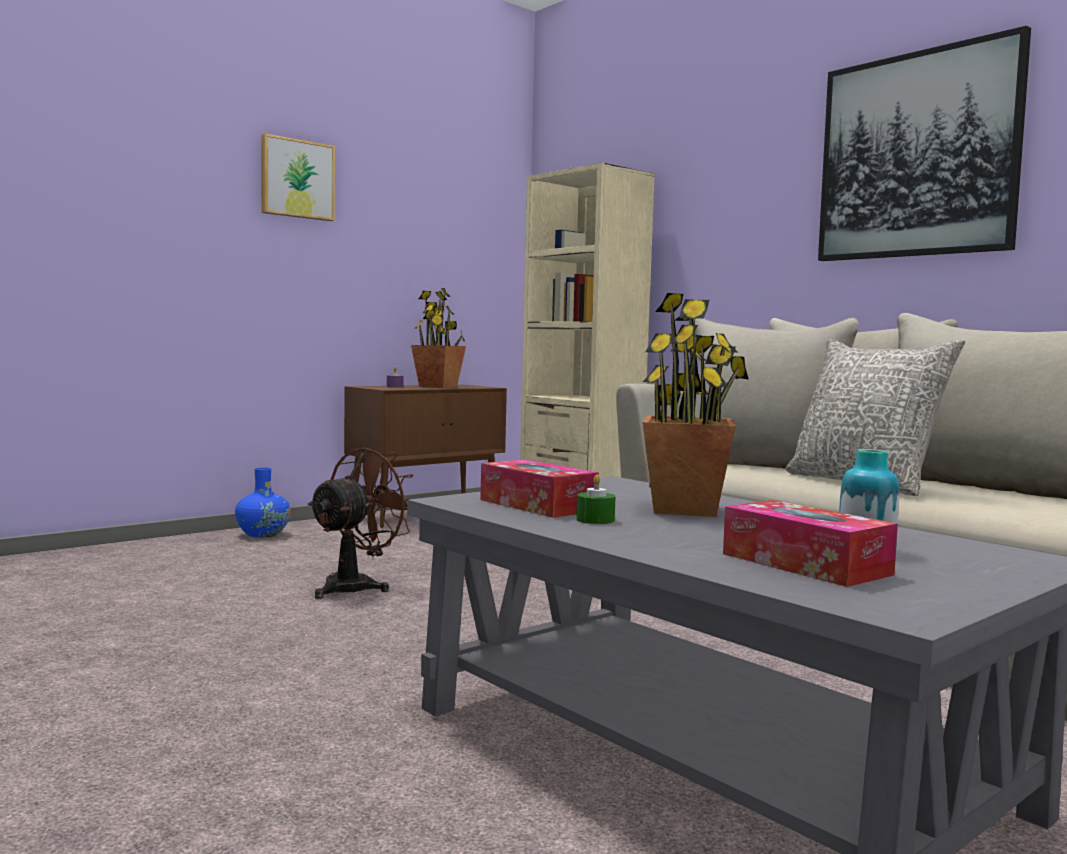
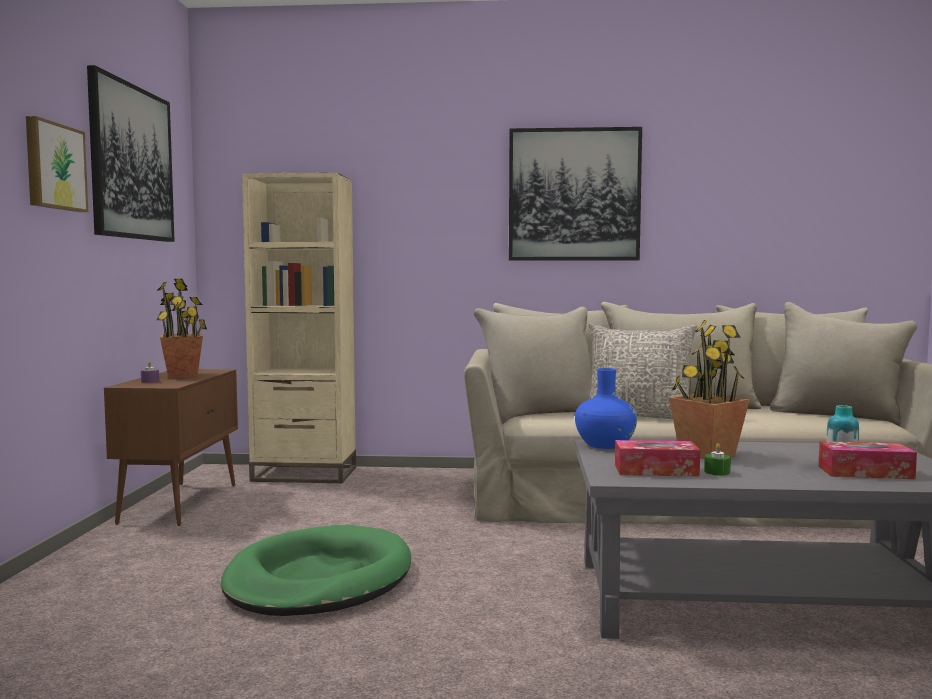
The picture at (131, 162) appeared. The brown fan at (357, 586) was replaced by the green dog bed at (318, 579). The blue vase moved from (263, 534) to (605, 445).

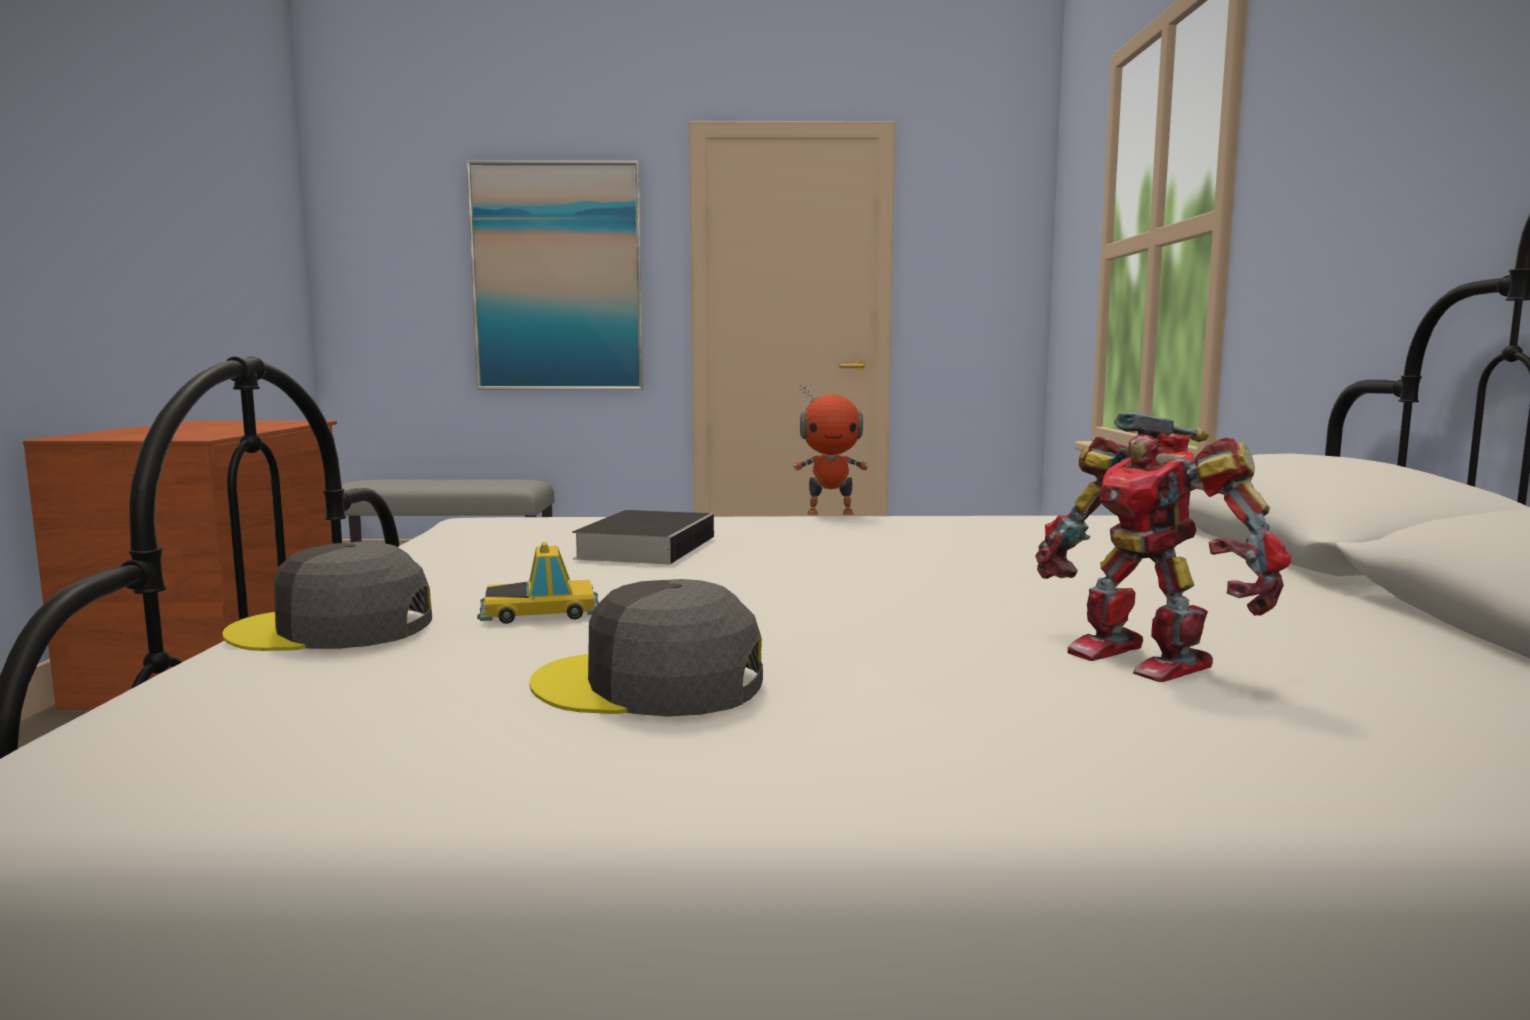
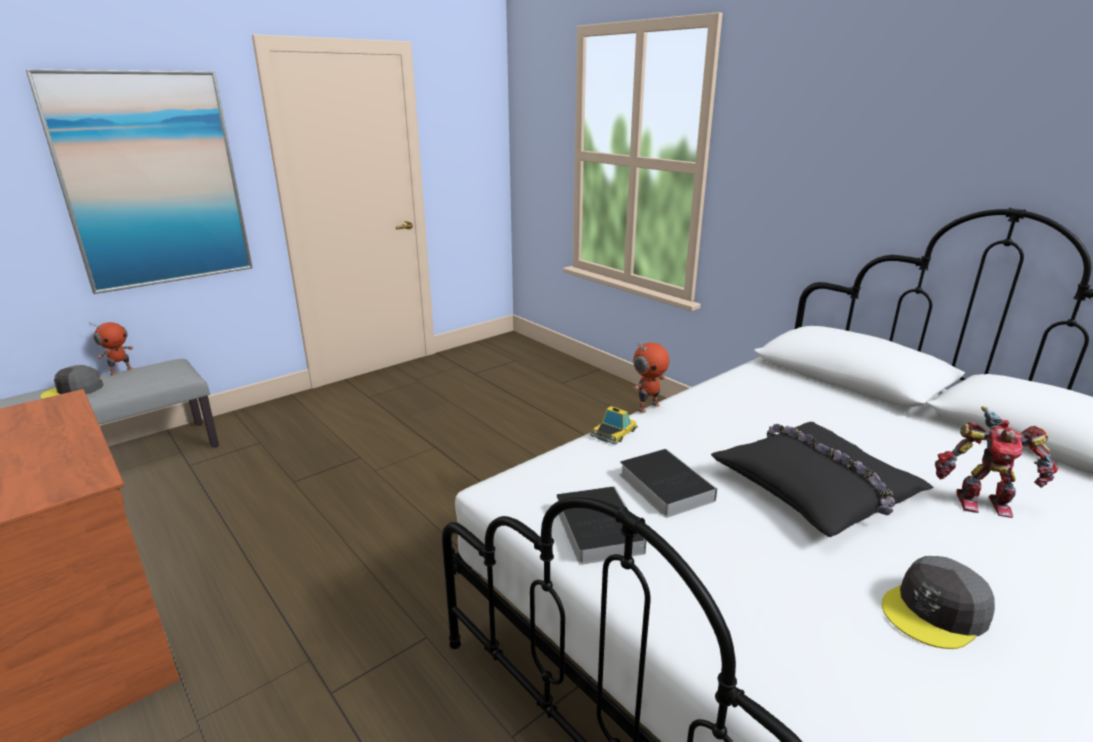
The grey cap moved from (333, 629) to (74, 390). The toy robot at (121, 371) appeared. The book at (596, 527) appeared. The toy car moved from (540, 611) to (614, 432). The black pillow at (816, 488) appeared.

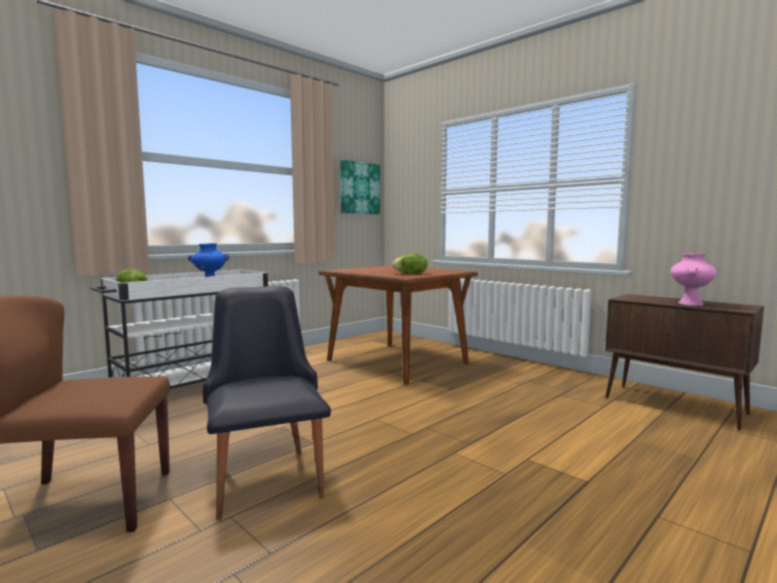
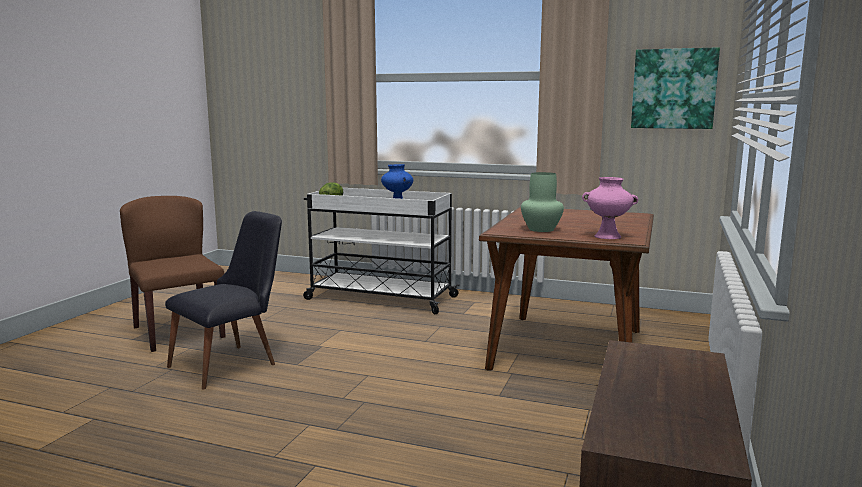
The lettuce at (411, 274) was replaced by the green vase at (541, 229). The pink vase moved from (689, 304) to (608, 236).

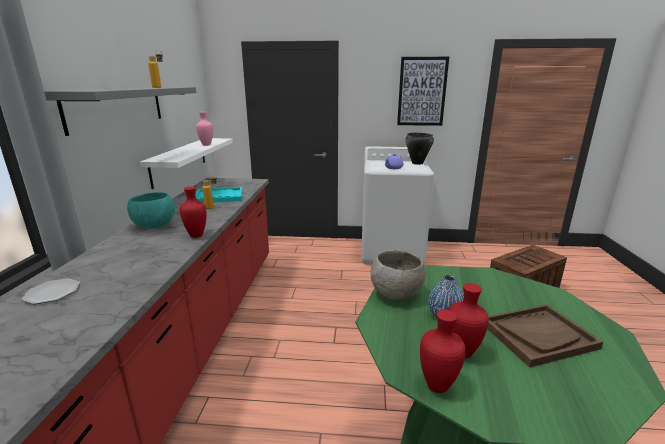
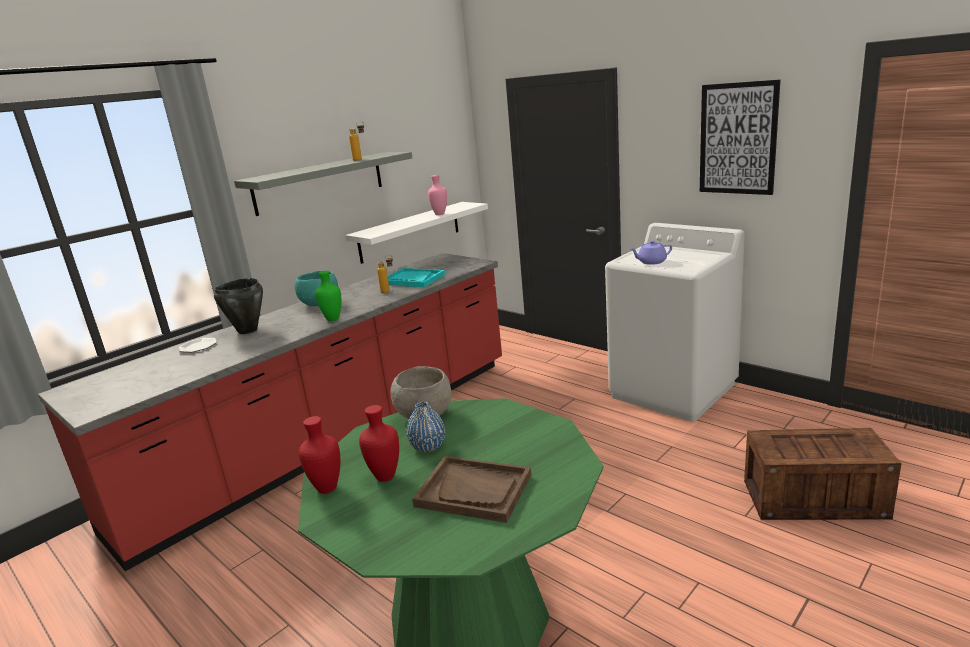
The black cooking pot moved from (417, 163) to (247, 330). The red vase at (197, 236) became the green vase at (333, 319).

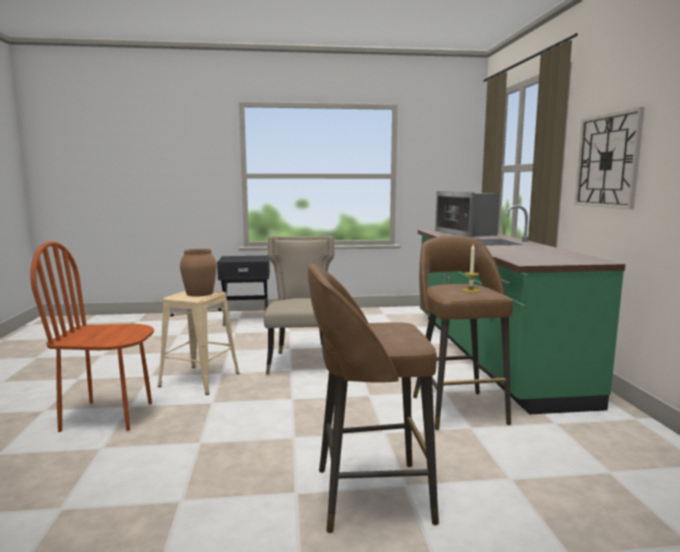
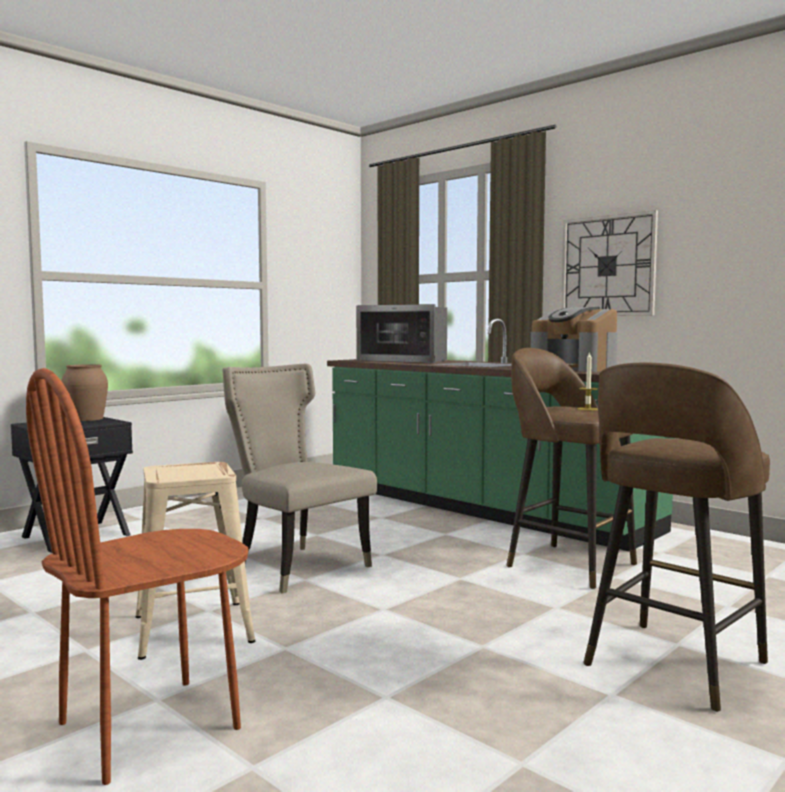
The brown vase moved from (200, 293) to (86, 418). The coffee machine at (575, 368) appeared.

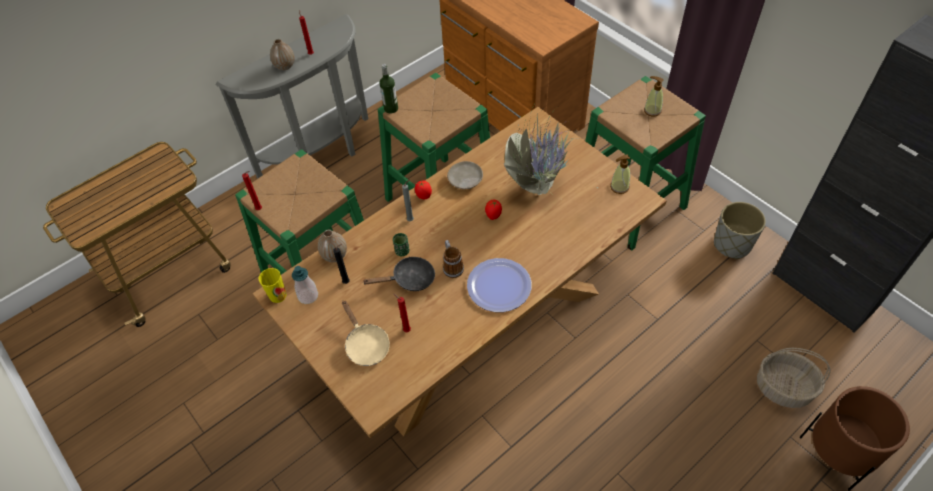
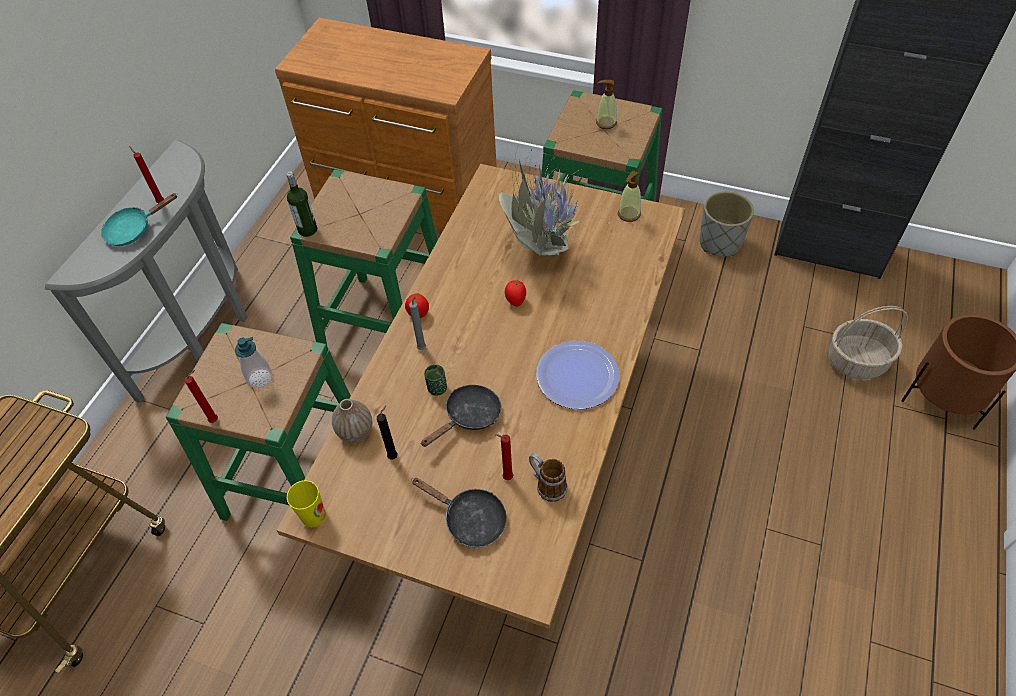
The vase at (285, 66) was replaced by the turquoise frying pan at (134, 229). The soap dispenser moved from (308, 296) to (259, 378). The beige frying pan at (366, 344) became the black frying pan at (470, 519). The mug moved from (452, 266) to (547, 484). The beige plate at (465, 180) disappeared.

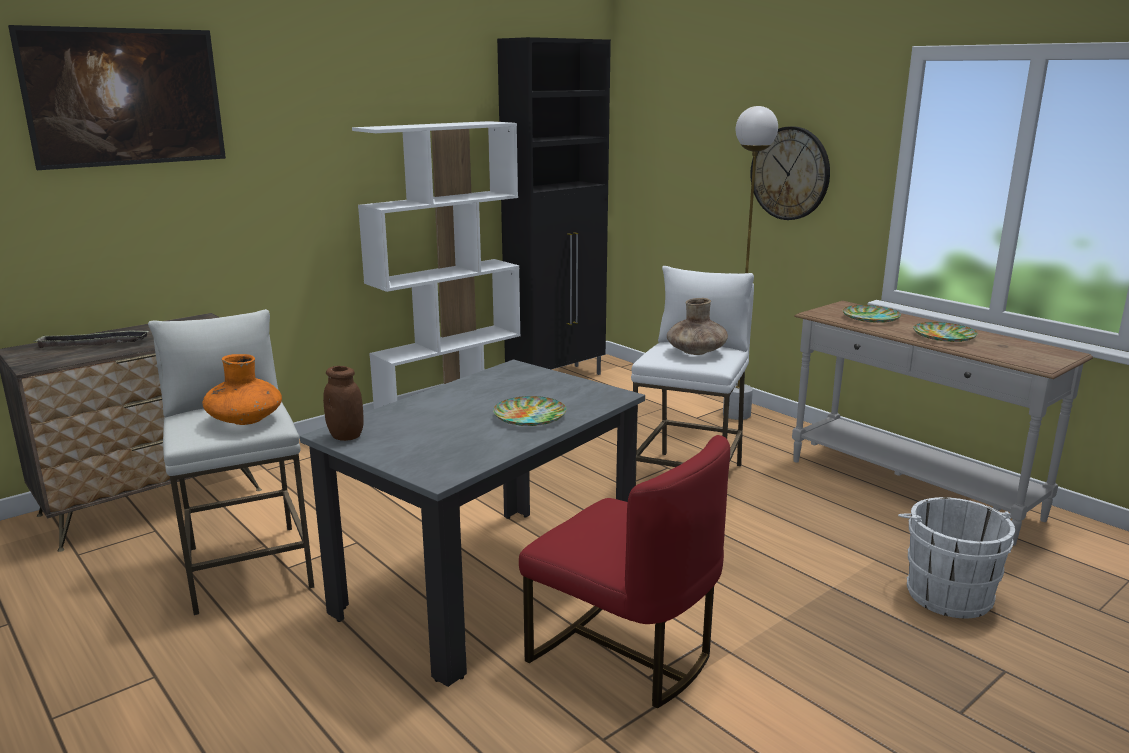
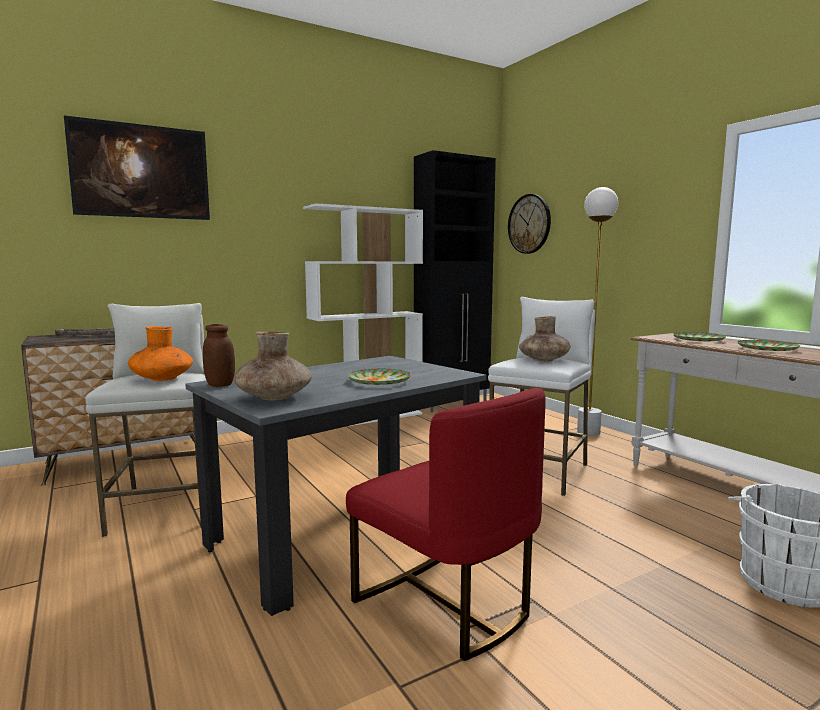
The brown vase at (274, 397) appeared. The wall clock moved from (790, 173) to (529, 224).

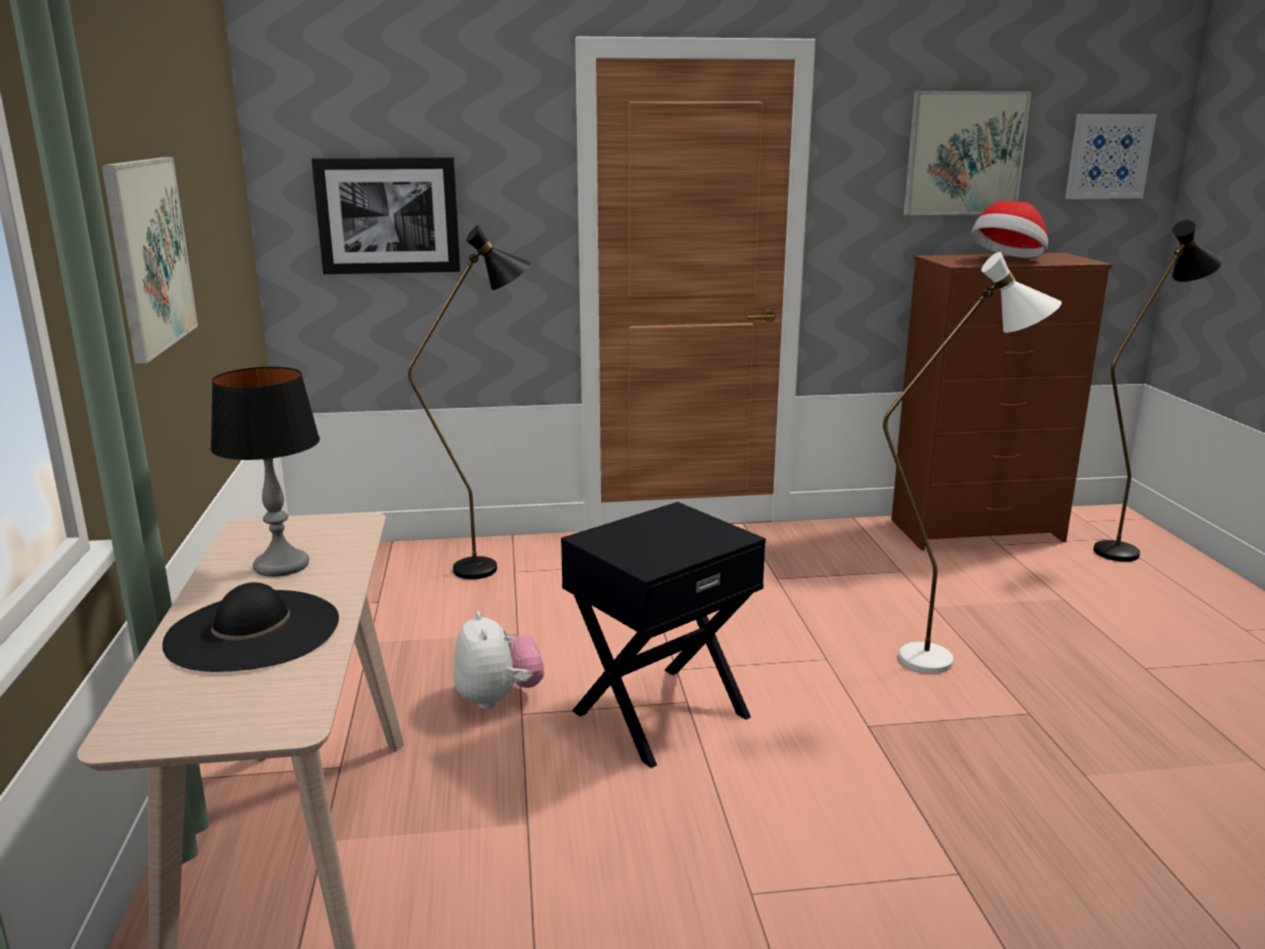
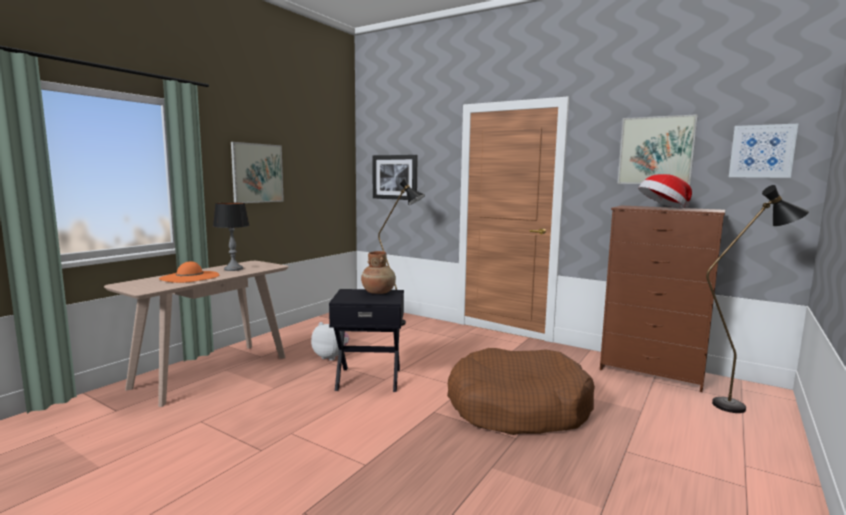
The black hat at (253, 631) became the orange hat at (190, 277). The plush toy at (498, 698) turned 90 degrees counterclockwise. The brown vase at (378, 292) appeared. The white floor lamp at (946, 661) was replaced by the brown dog bed at (517, 407).

